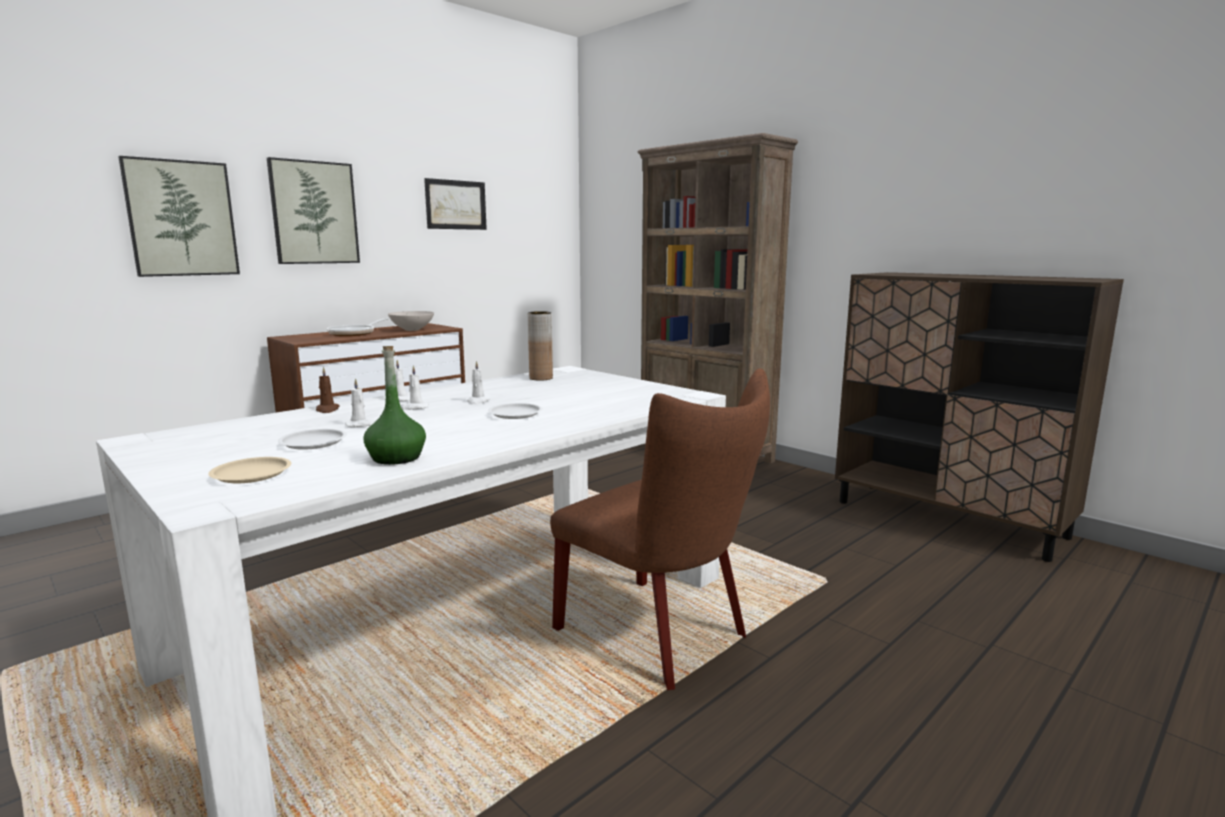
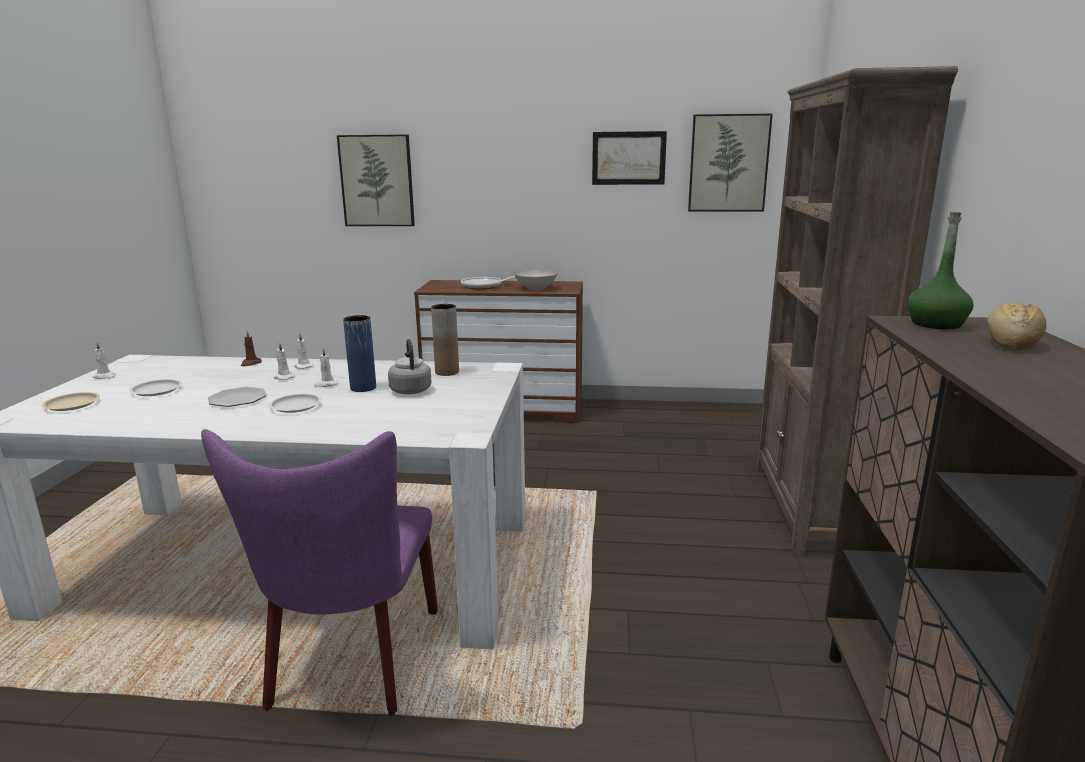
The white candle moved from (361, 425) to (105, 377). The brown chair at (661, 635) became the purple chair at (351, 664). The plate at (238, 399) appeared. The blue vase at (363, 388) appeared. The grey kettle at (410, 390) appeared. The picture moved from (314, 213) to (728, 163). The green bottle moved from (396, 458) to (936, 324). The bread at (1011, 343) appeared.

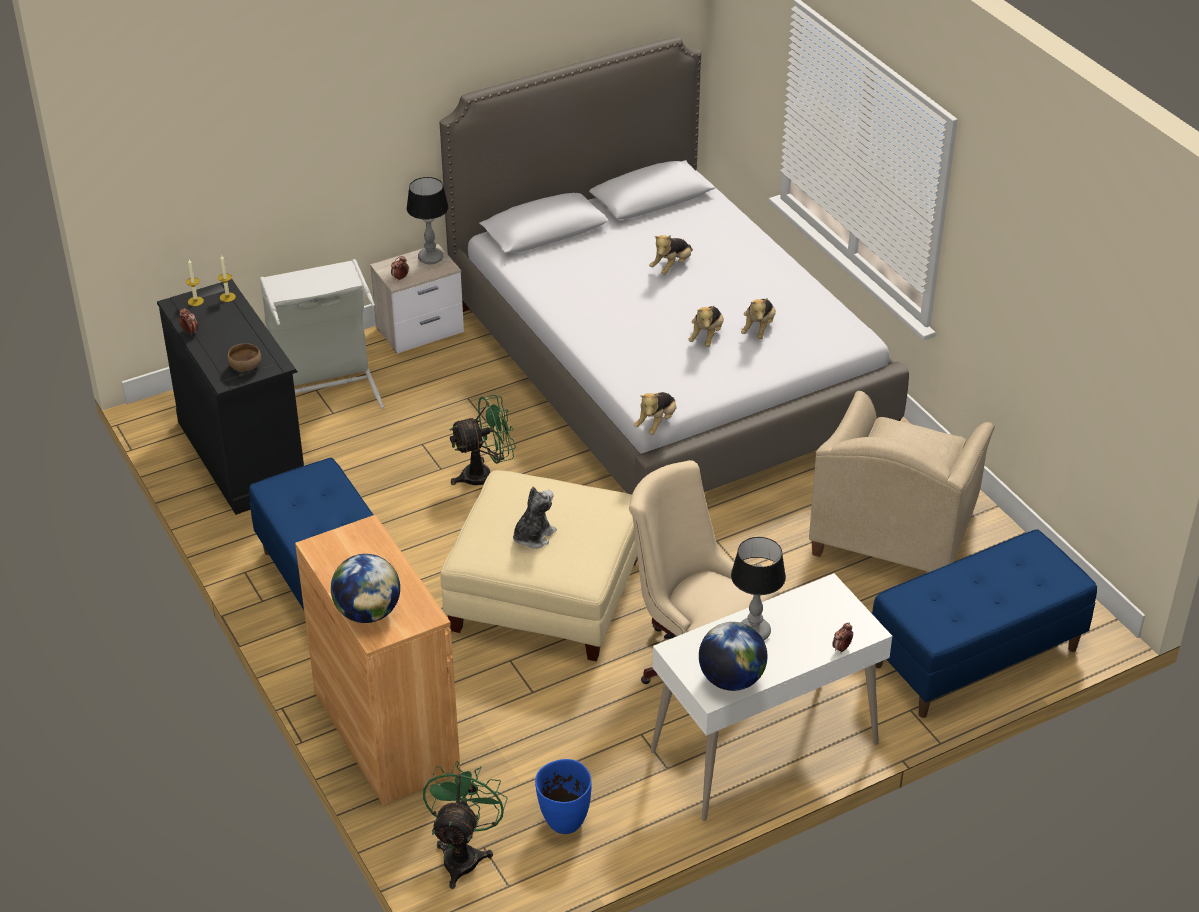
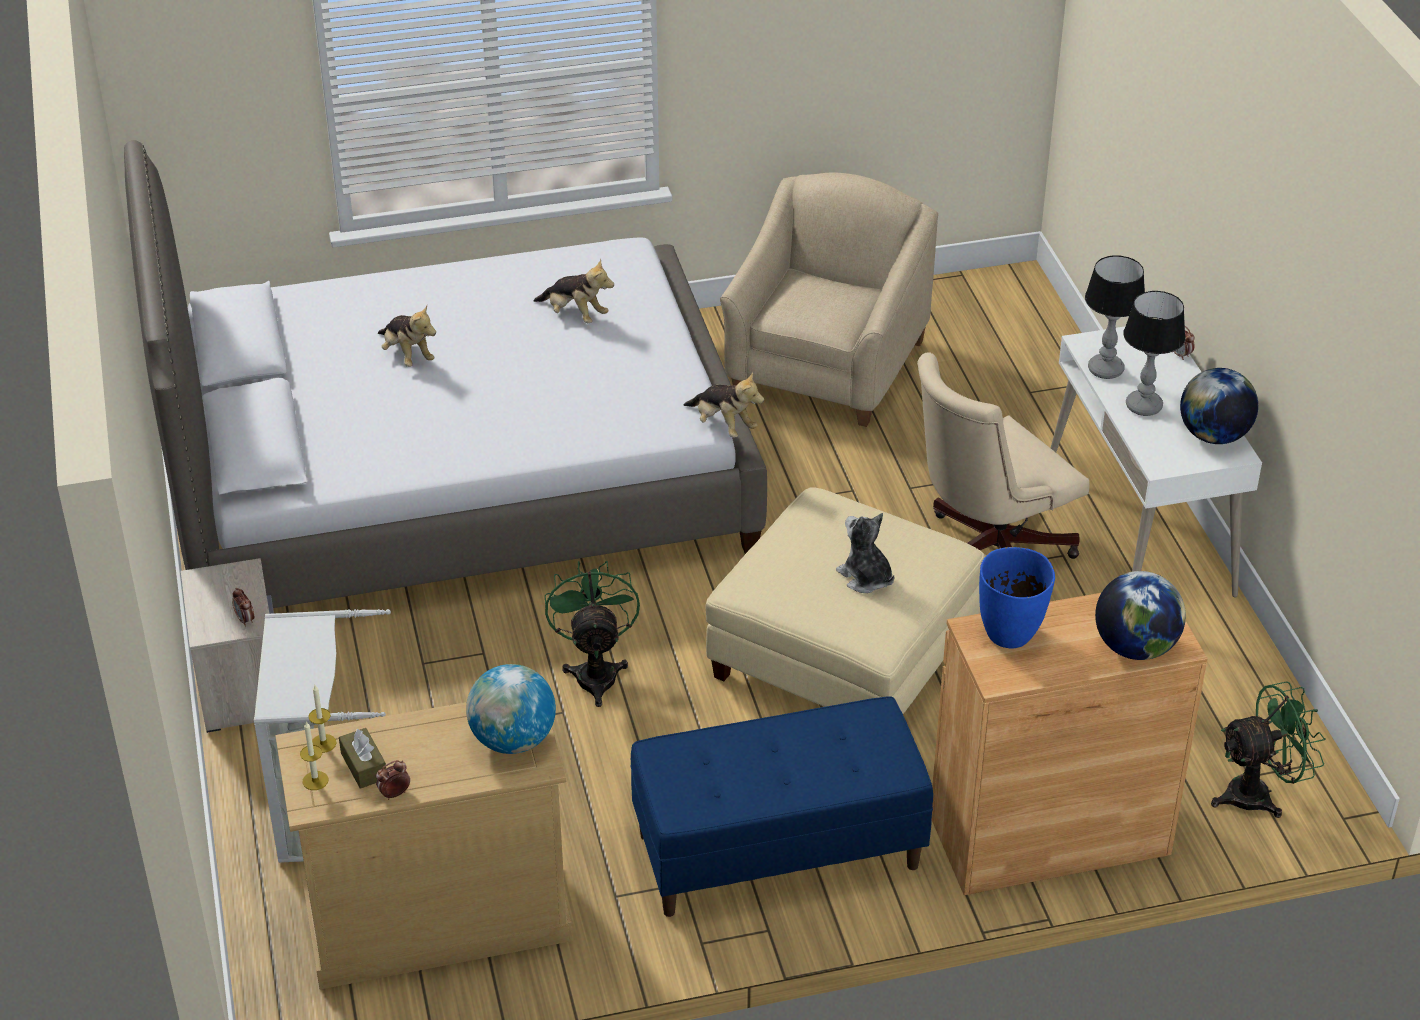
The black dresser at (243, 454) became the beige dresser at (436, 918). The brown tissue box at (364, 766) appeared. The brown bowl at (245, 366) was replaced by the globe at (513, 740). The beige armchair at (894, 530) turned 105 degrees counterclockwise. The blue vase moved from (564, 822) to (1010, 634). The table lamp moved from (431, 258) to (1105, 369). The green fan at (463, 854) turned 135 degrees clockwise. The plush toy at (706, 336) disappeared. The blue bench at (975, 658) disappeared.

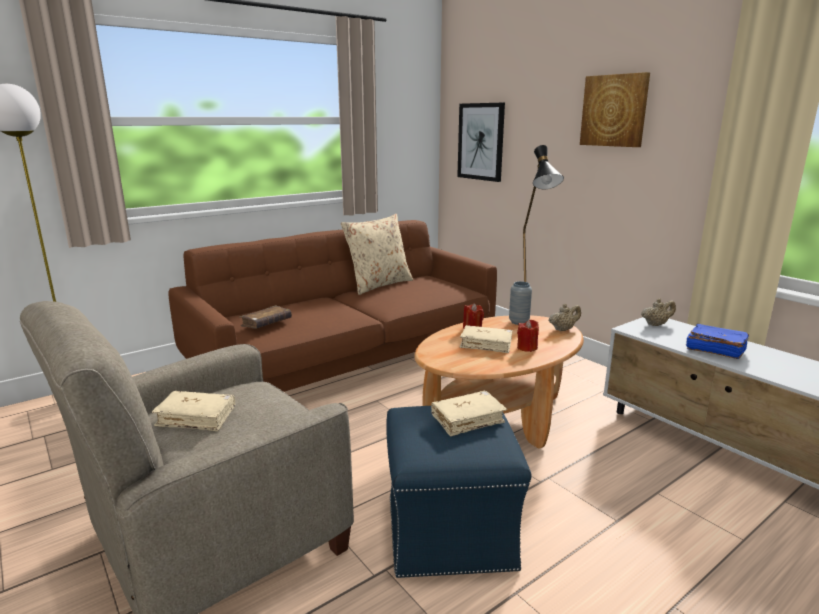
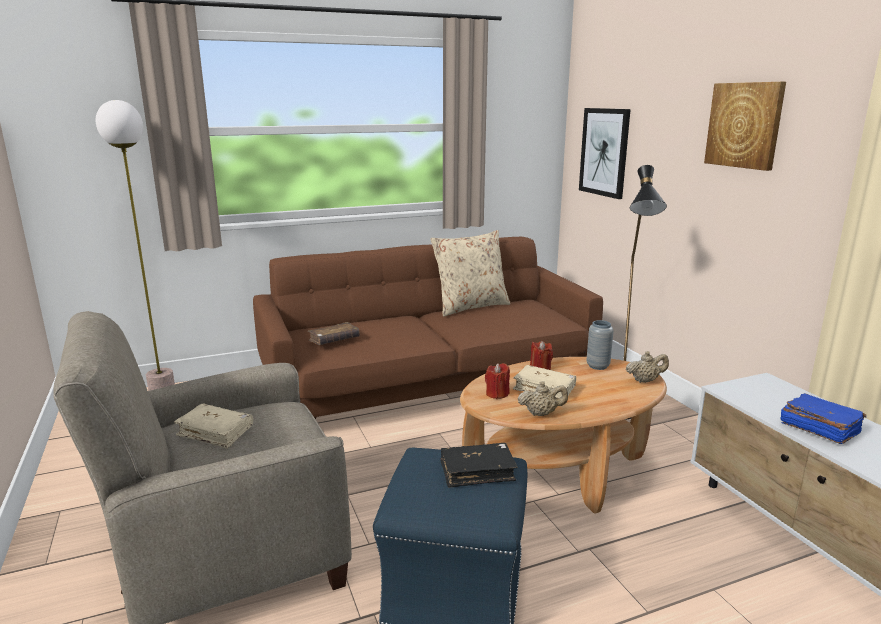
The beige book at (467, 419) became the black book at (477, 472). The red candle moved from (527, 348) to (497, 394). The beige teapot moved from (656, 324) to (541, 414).

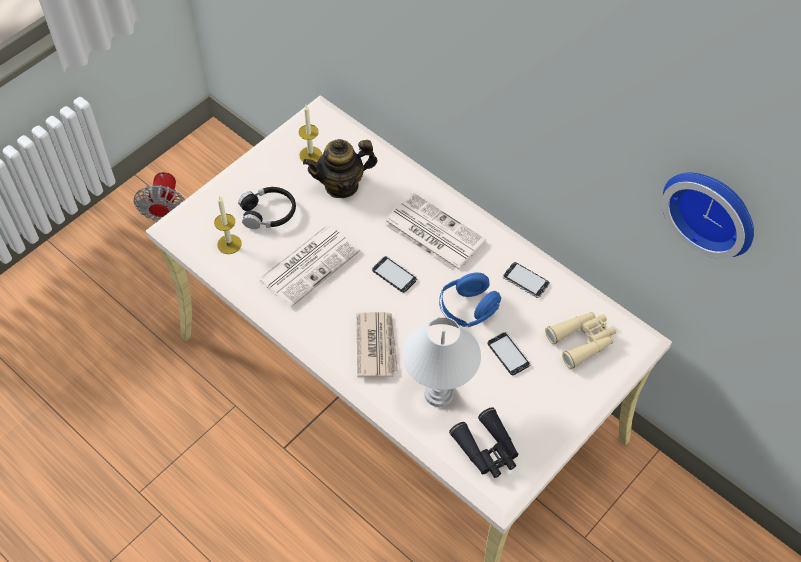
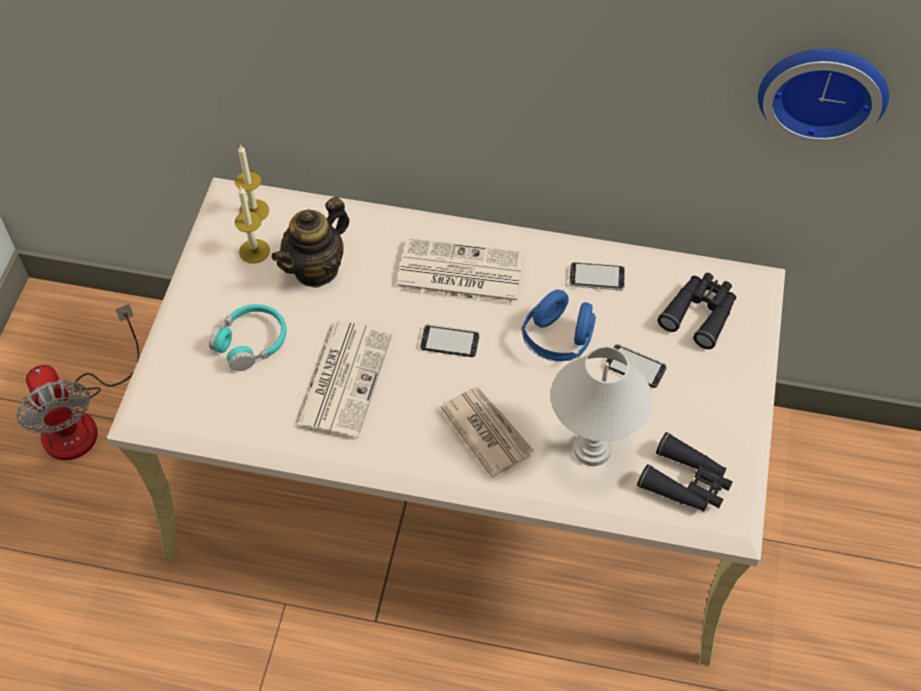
The black headphones at (268, 213) became the turquoise headphones at (251, 342). The candle moved from (229, 244) to (254, 211). The beige binoculars at (582, 341) became the black binoculars at (700, 313).

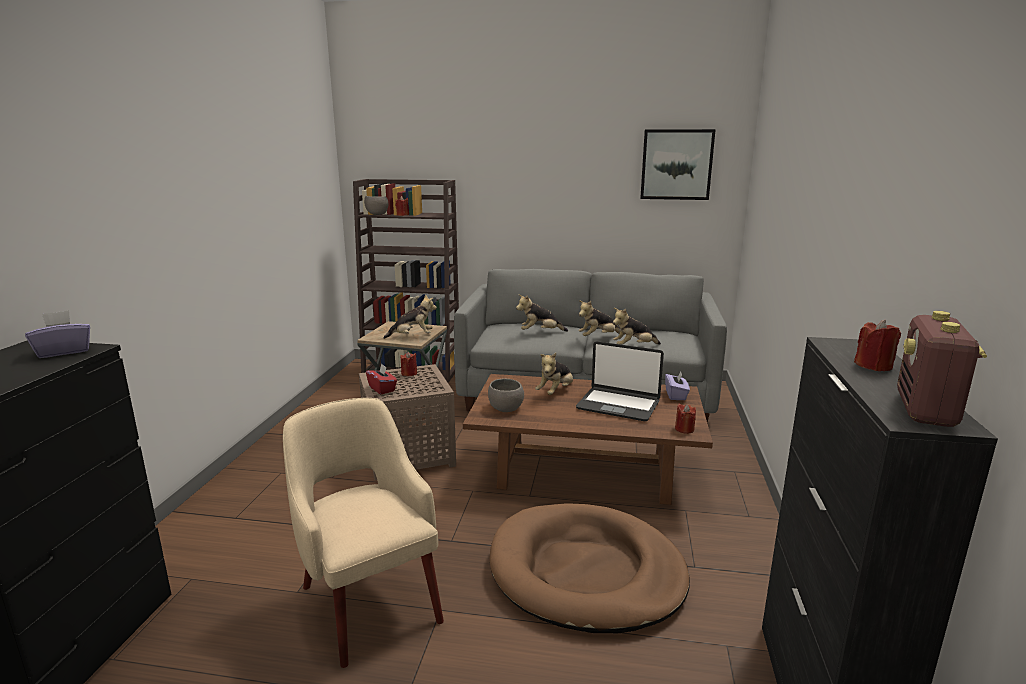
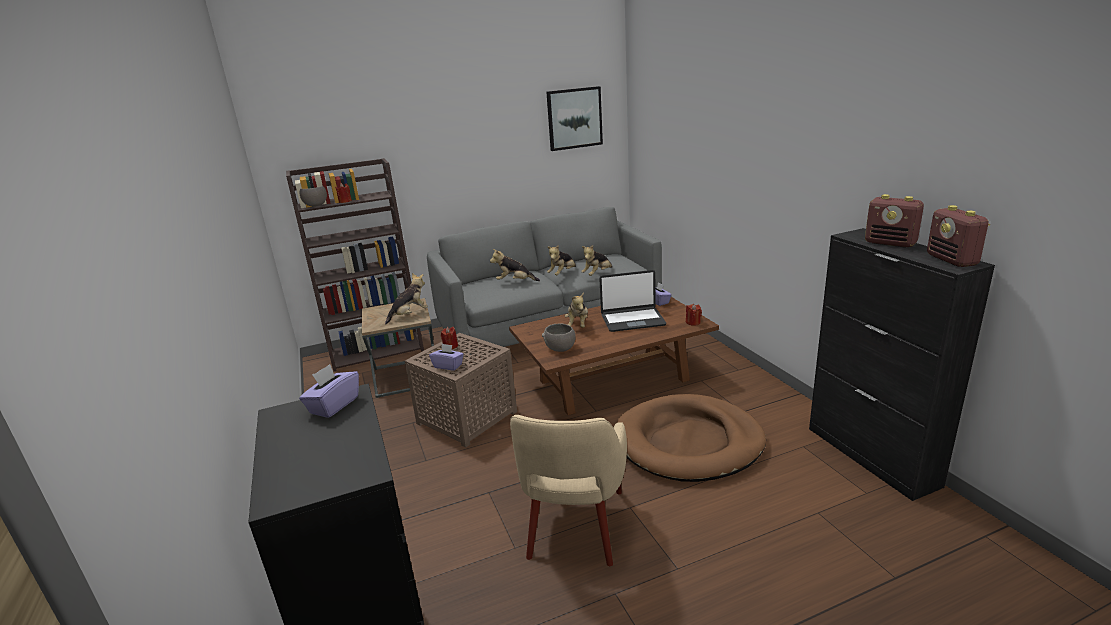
The red tissue box at (382, 389) became the purple tissue box at (448, 366). The plush toy at (540, 332) turned 45 degrees clockwise. The beige armchair at (368, 600) turned 105 degrees counterclockwise. The red candle at (873, 366) was replaced by the radio at (890, 243).

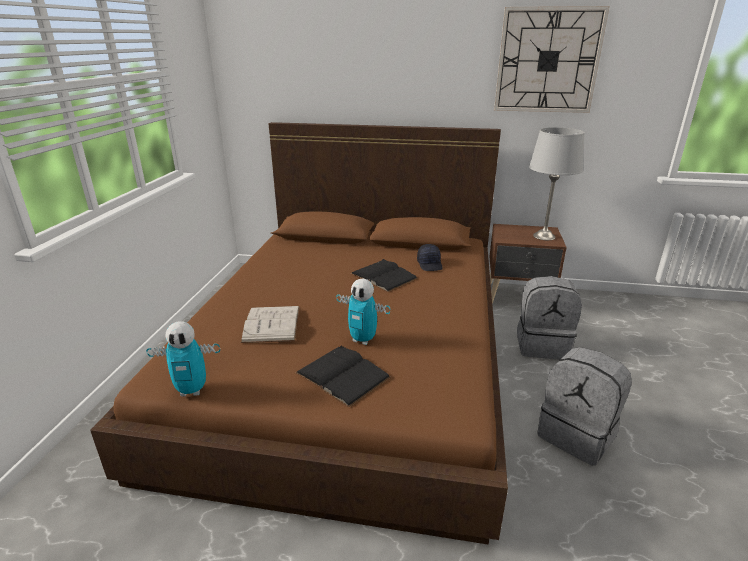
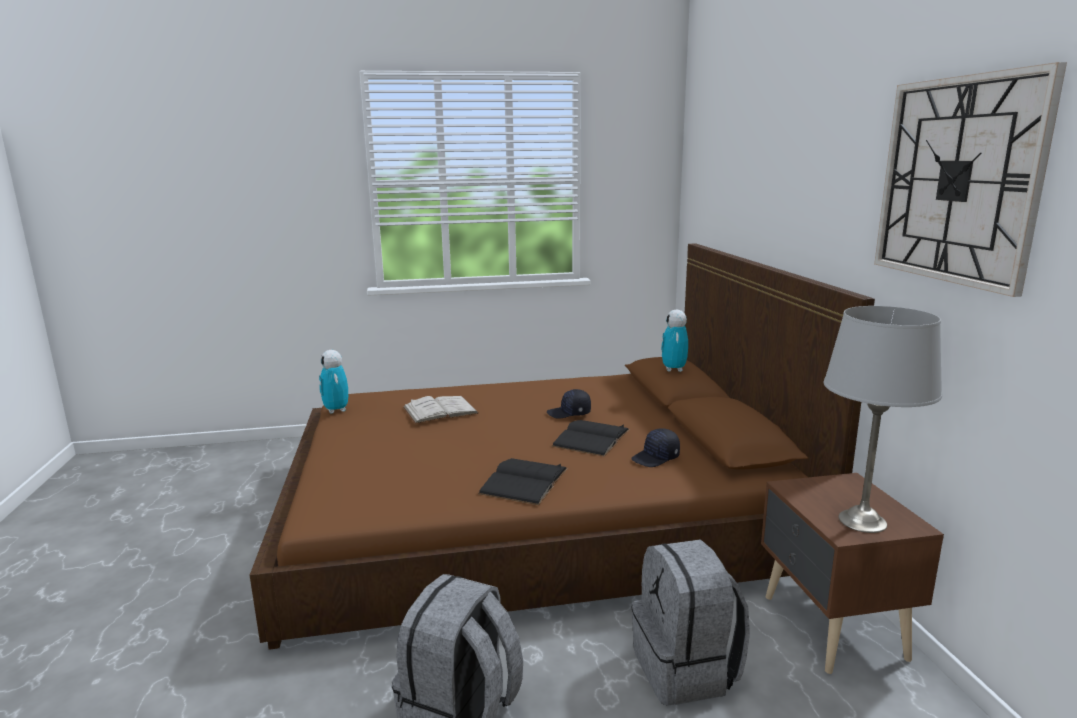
The black book moved from (342, 375) to (524, 481). The black cap at (569, 413) appeared. The toy robot moved from (363, 340) to (673, 369).

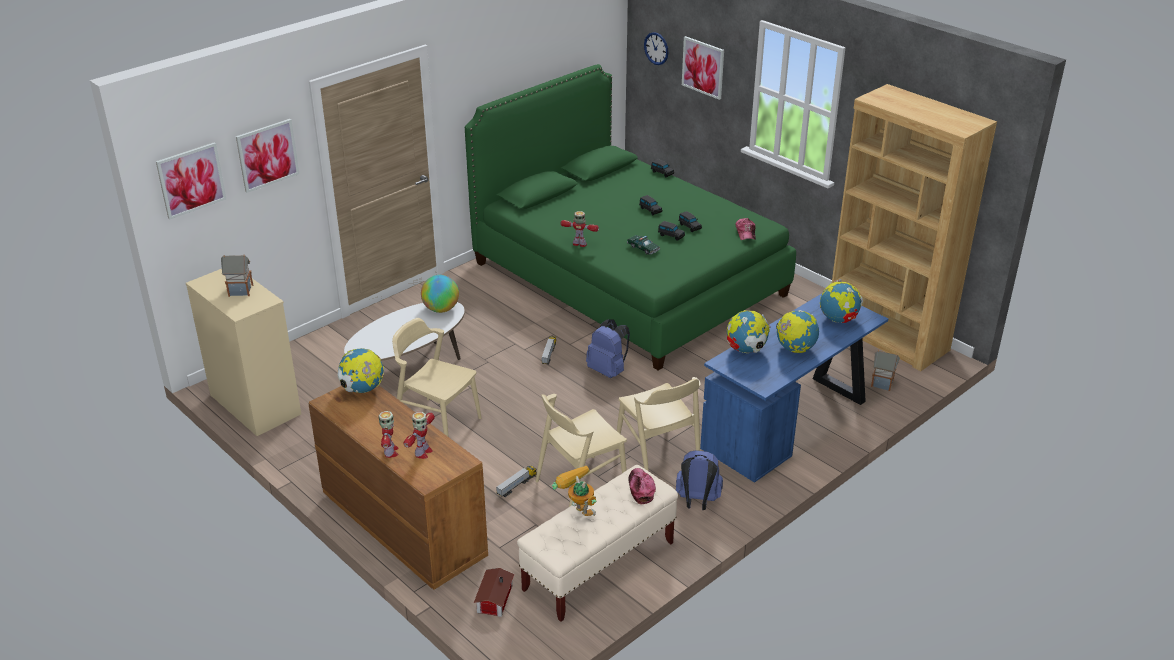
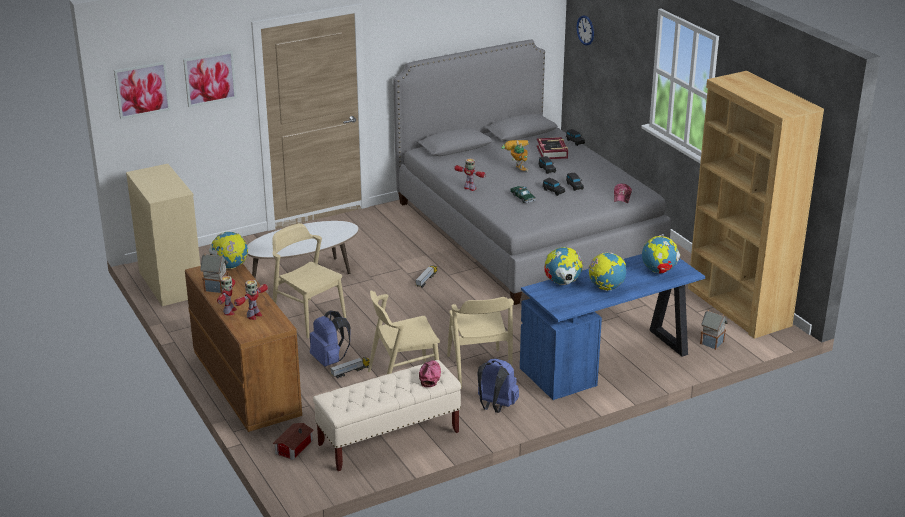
The toy house moved from (240, 290) to (216, 288). The blue backpack moved from (608, 371) to (330, 360). The green bed at (627, 278) became the grey bed at (525, 231). The toy robot moved from (577, 510) to (516, 168). The book at (552, 152) appeared. The globe at (441, 309) disappeared. The picture at (703, 67) disappeared.

